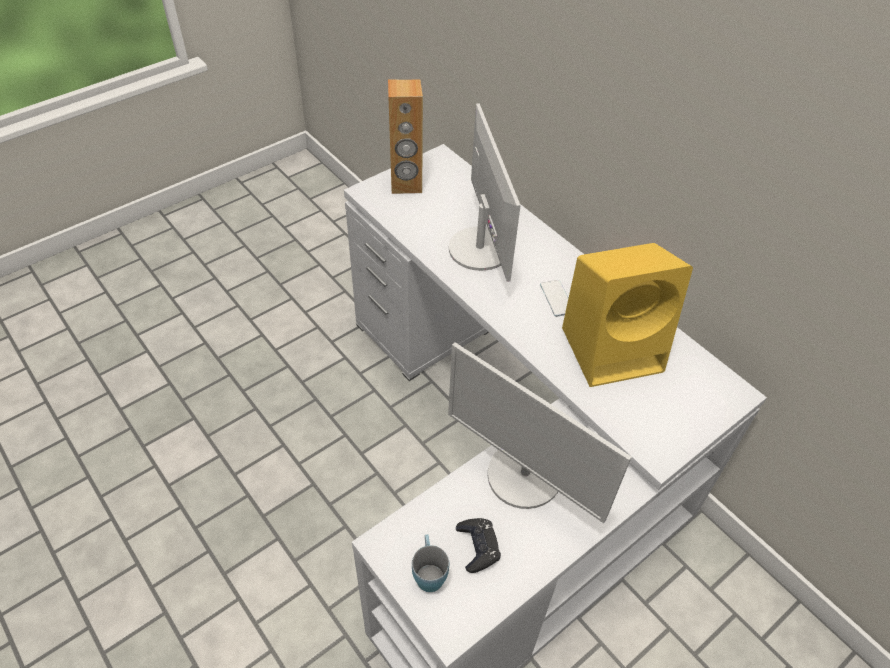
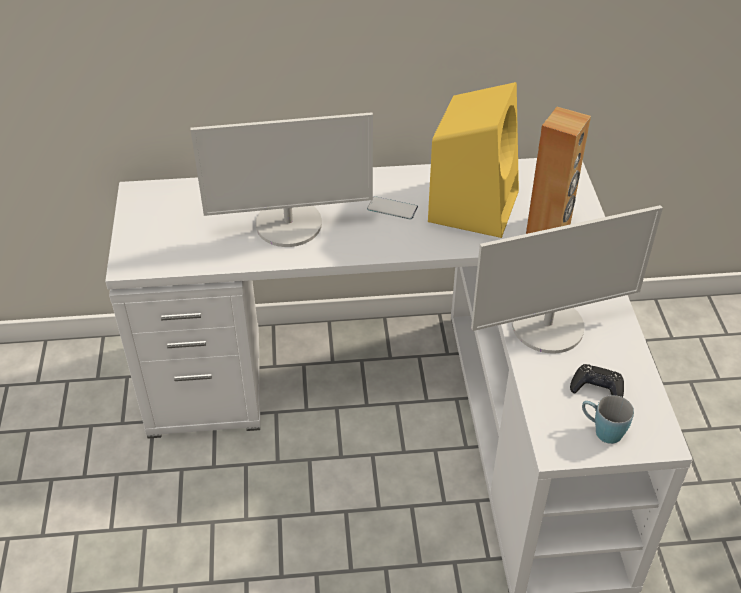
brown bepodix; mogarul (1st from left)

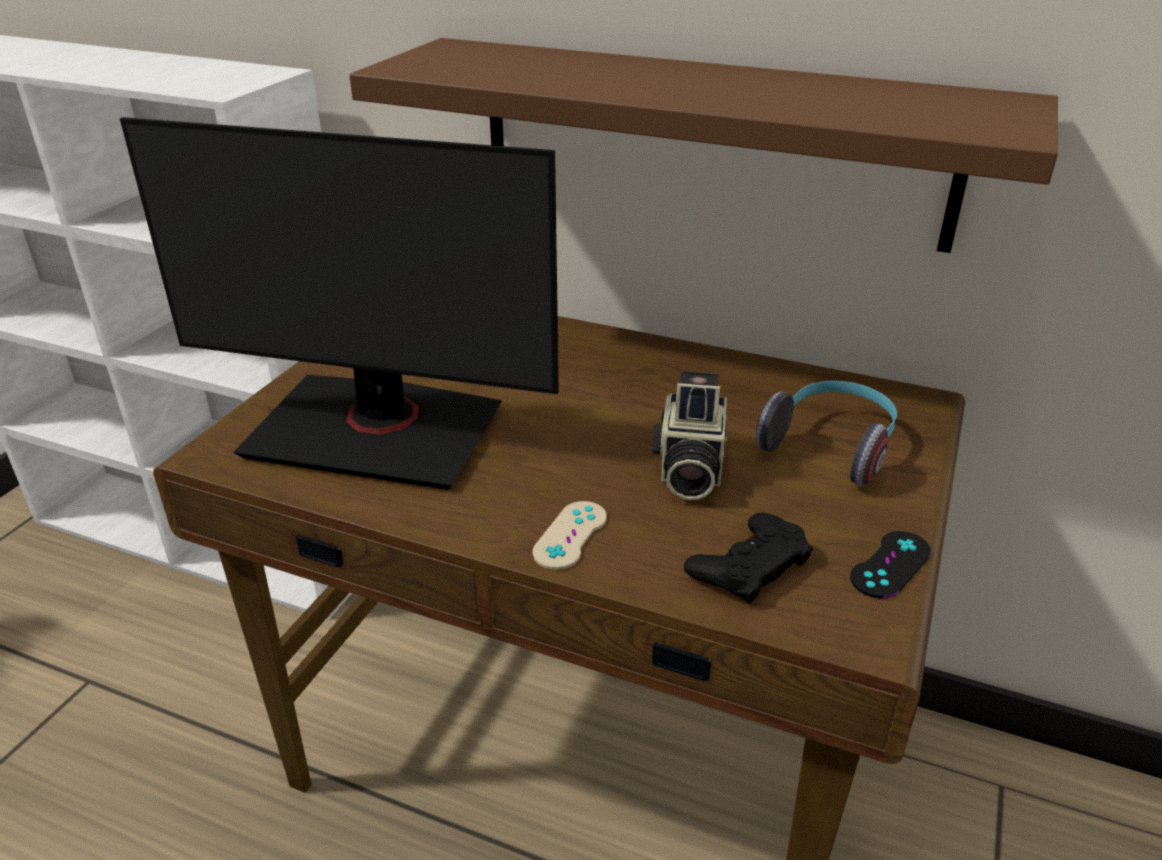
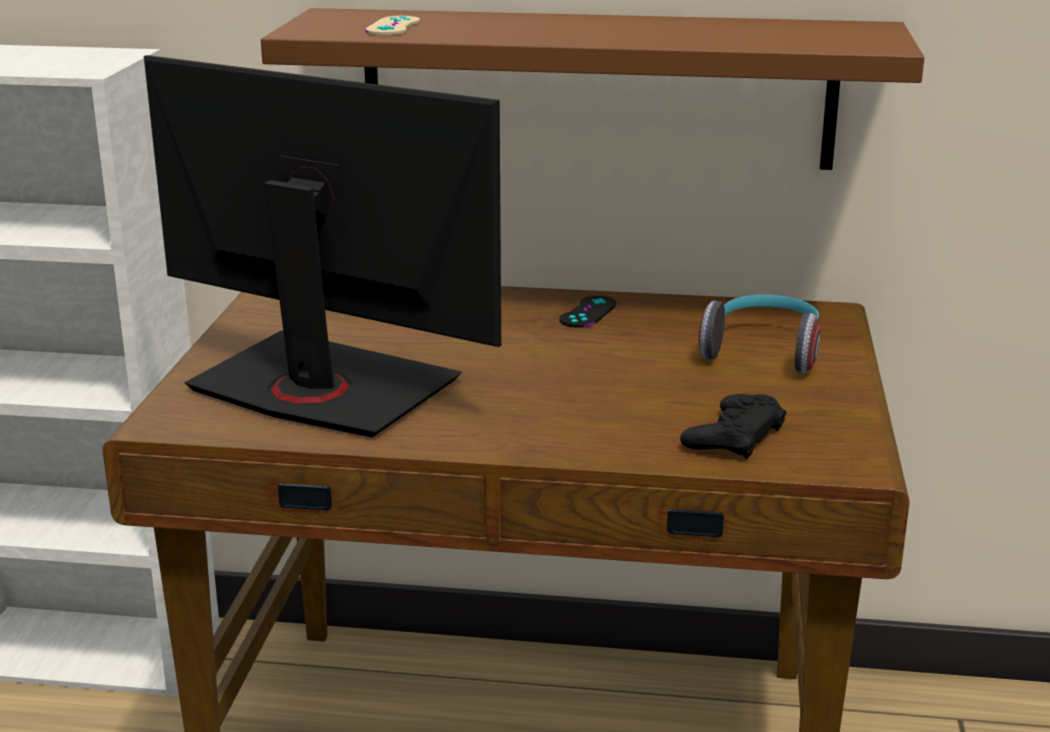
mogarul; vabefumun; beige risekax; black risekax (1st from left)

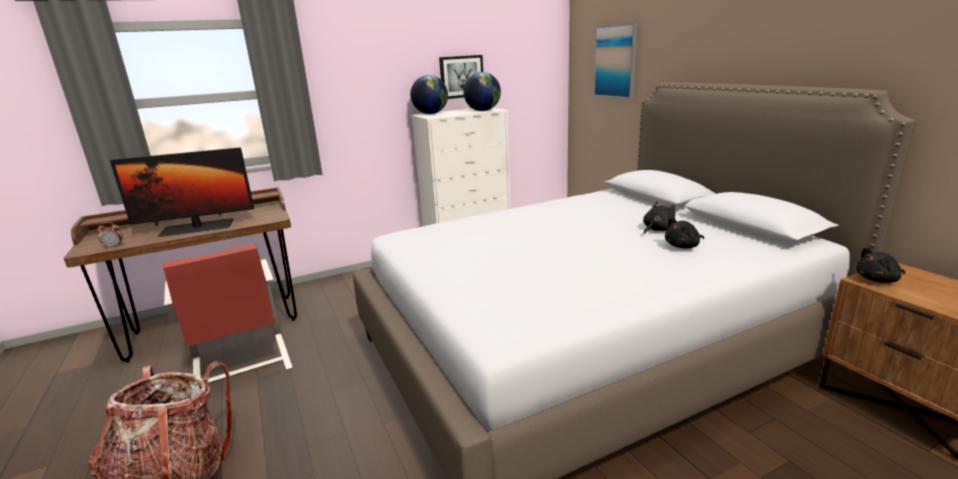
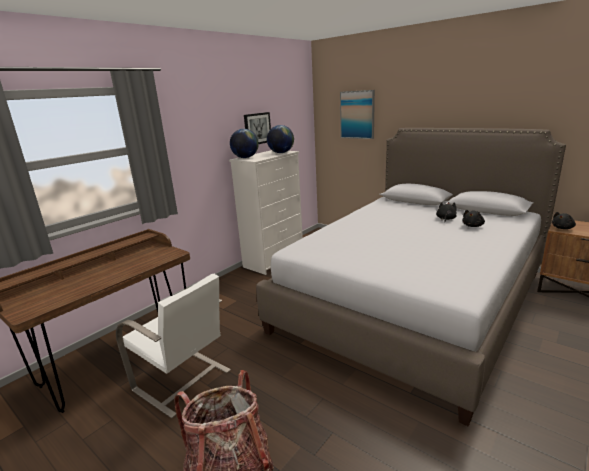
mogarul; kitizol; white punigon

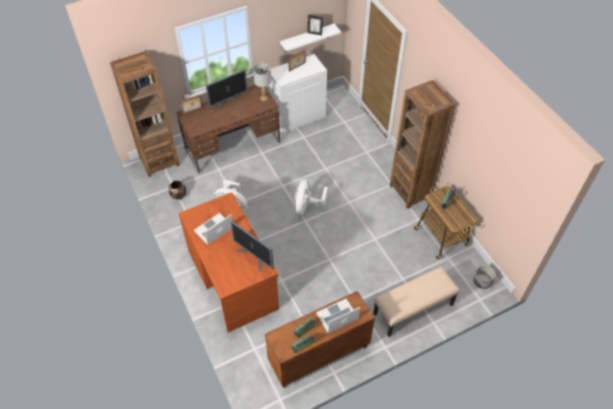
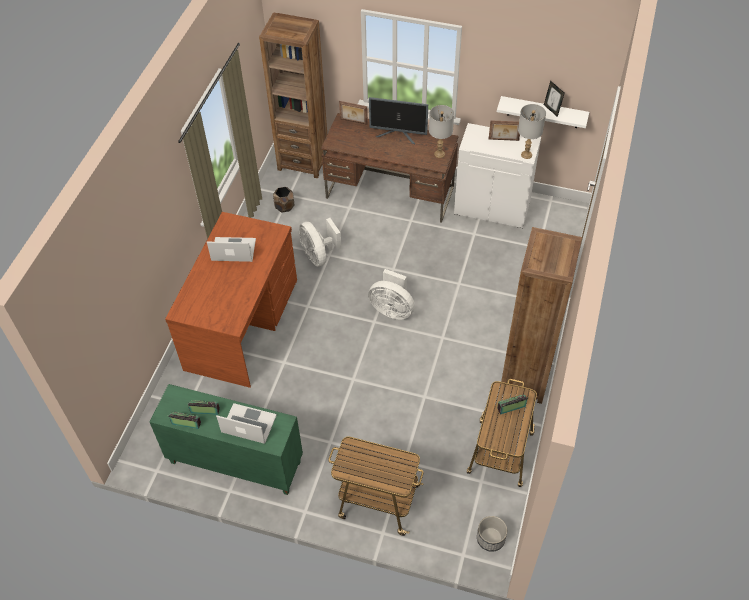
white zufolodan (2nd from left); mogarul (2nd from left in the first image); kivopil (1st from left); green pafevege; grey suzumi (2nd from left)

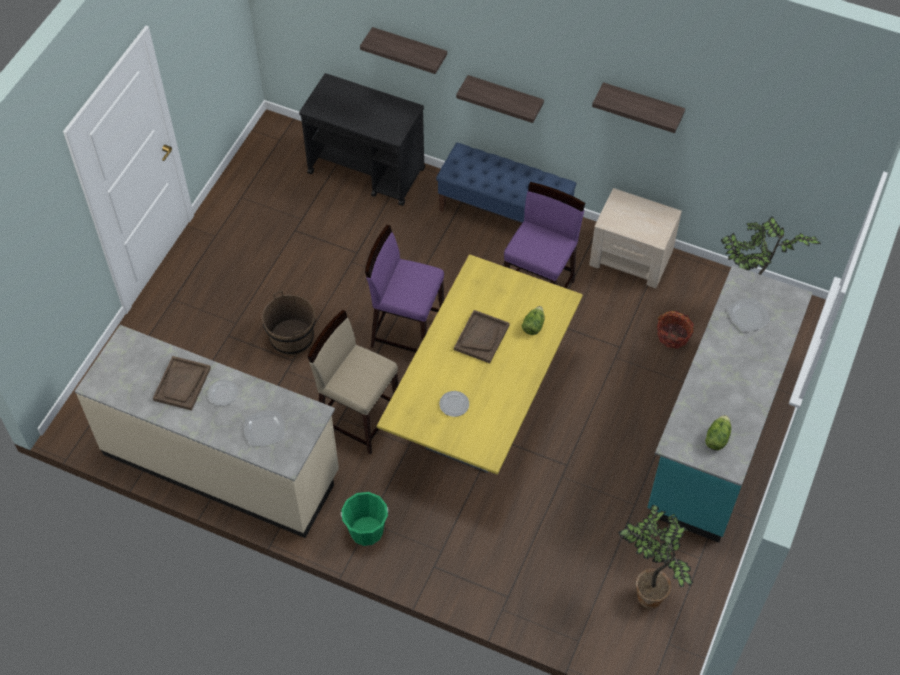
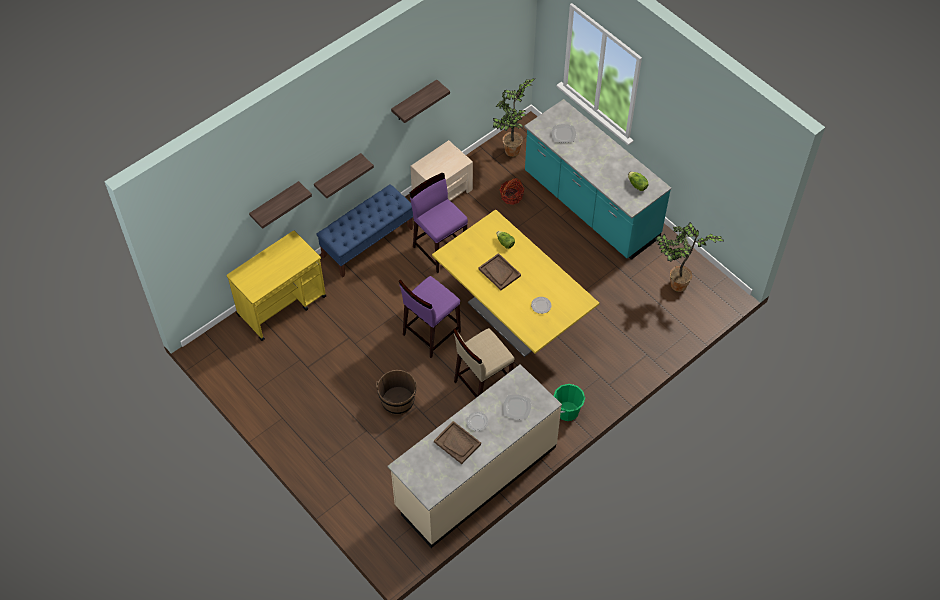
yellow kivopil

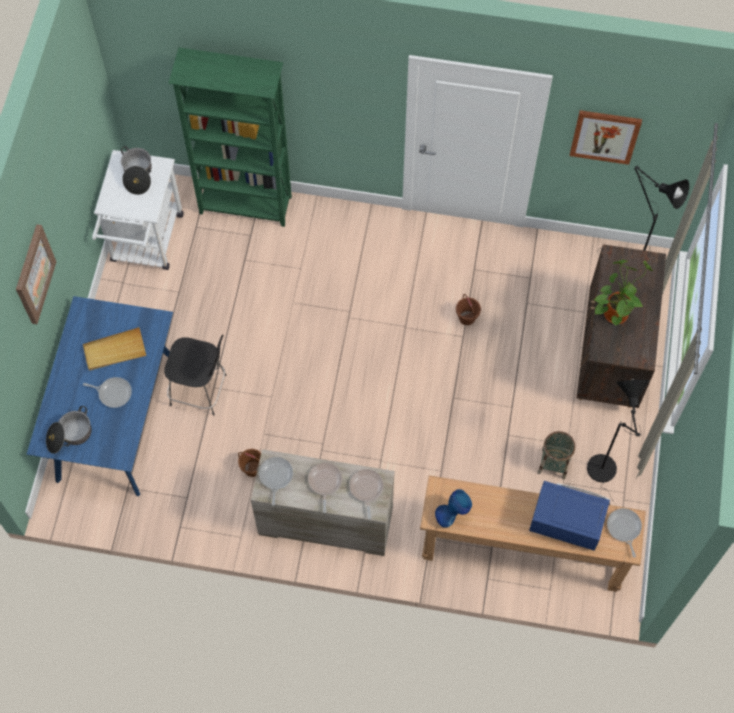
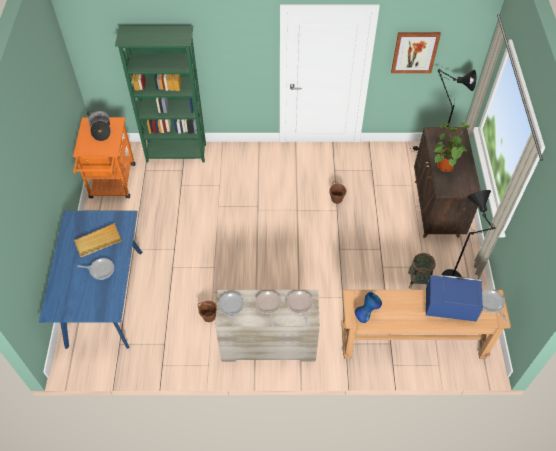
orange kivopil; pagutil (1st from left in the first image); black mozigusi; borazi (1st from left in the first image)

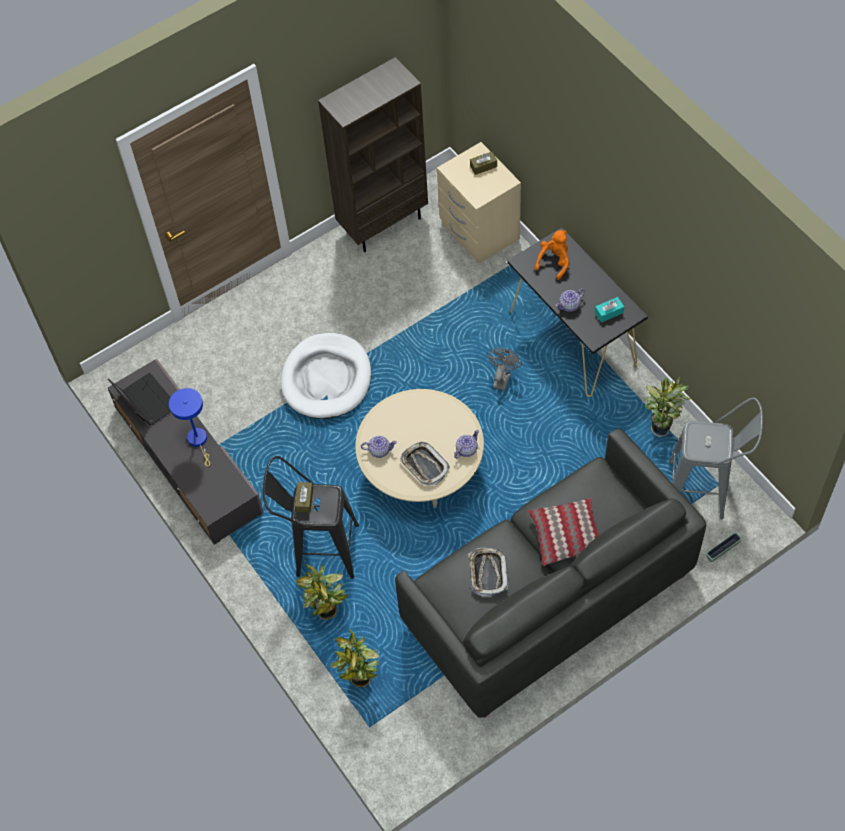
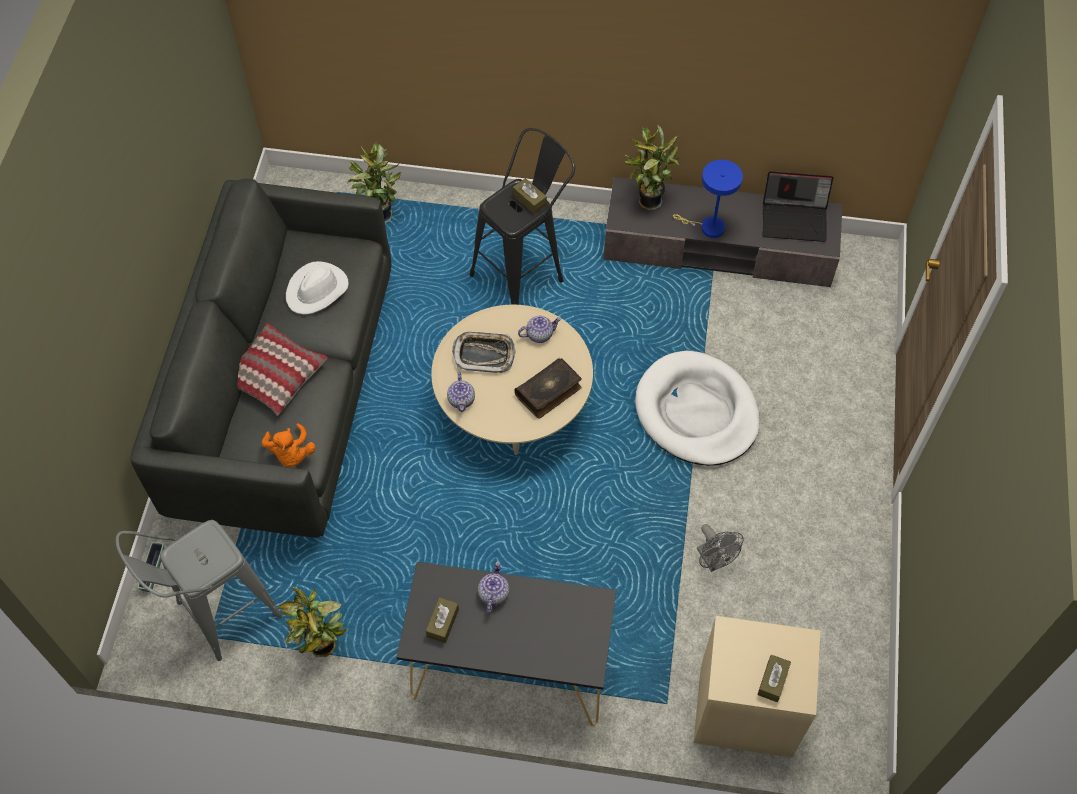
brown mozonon; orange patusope; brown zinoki (1st from left); grey zufolodan; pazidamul (3rd from left); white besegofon; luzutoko (3rd from left); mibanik

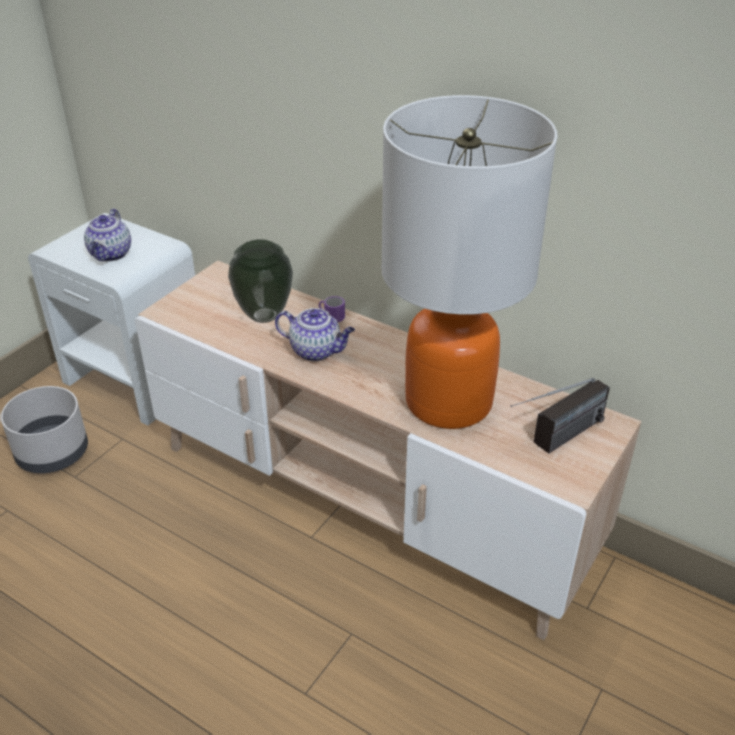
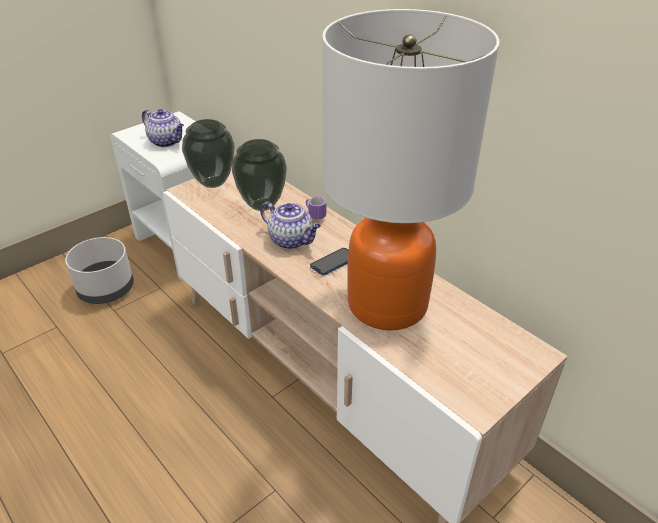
pazidamul (1st from left); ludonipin; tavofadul (1st from left); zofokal

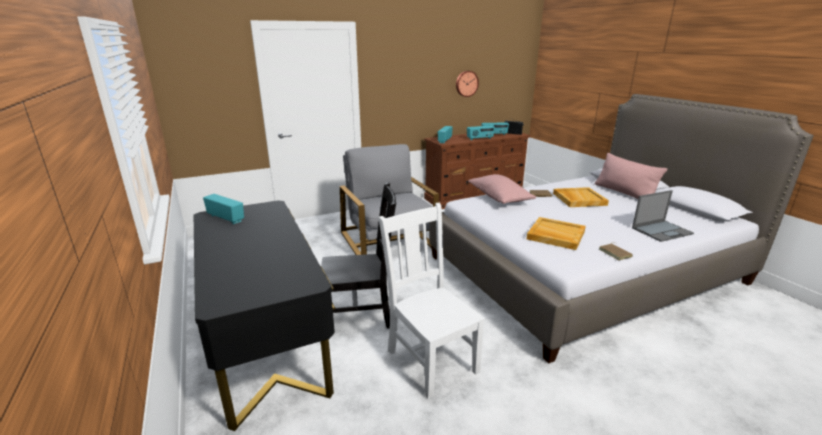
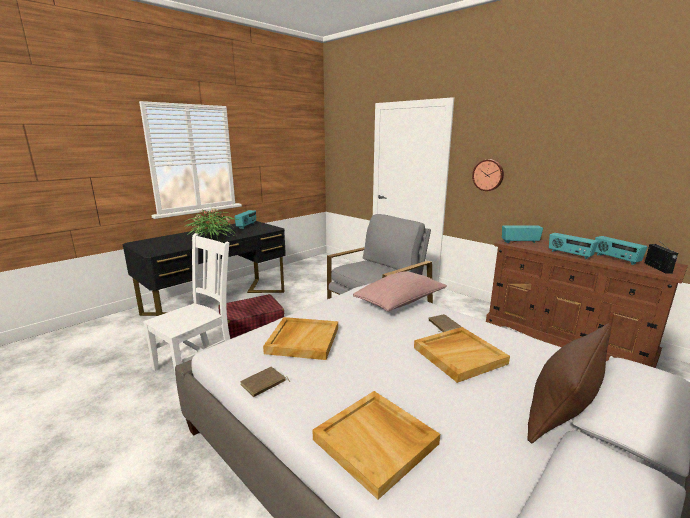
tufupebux; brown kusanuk; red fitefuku; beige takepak (2nd from left); luzutoko

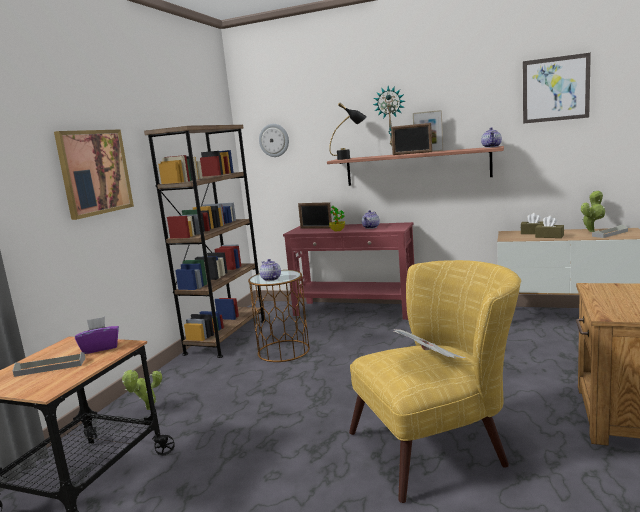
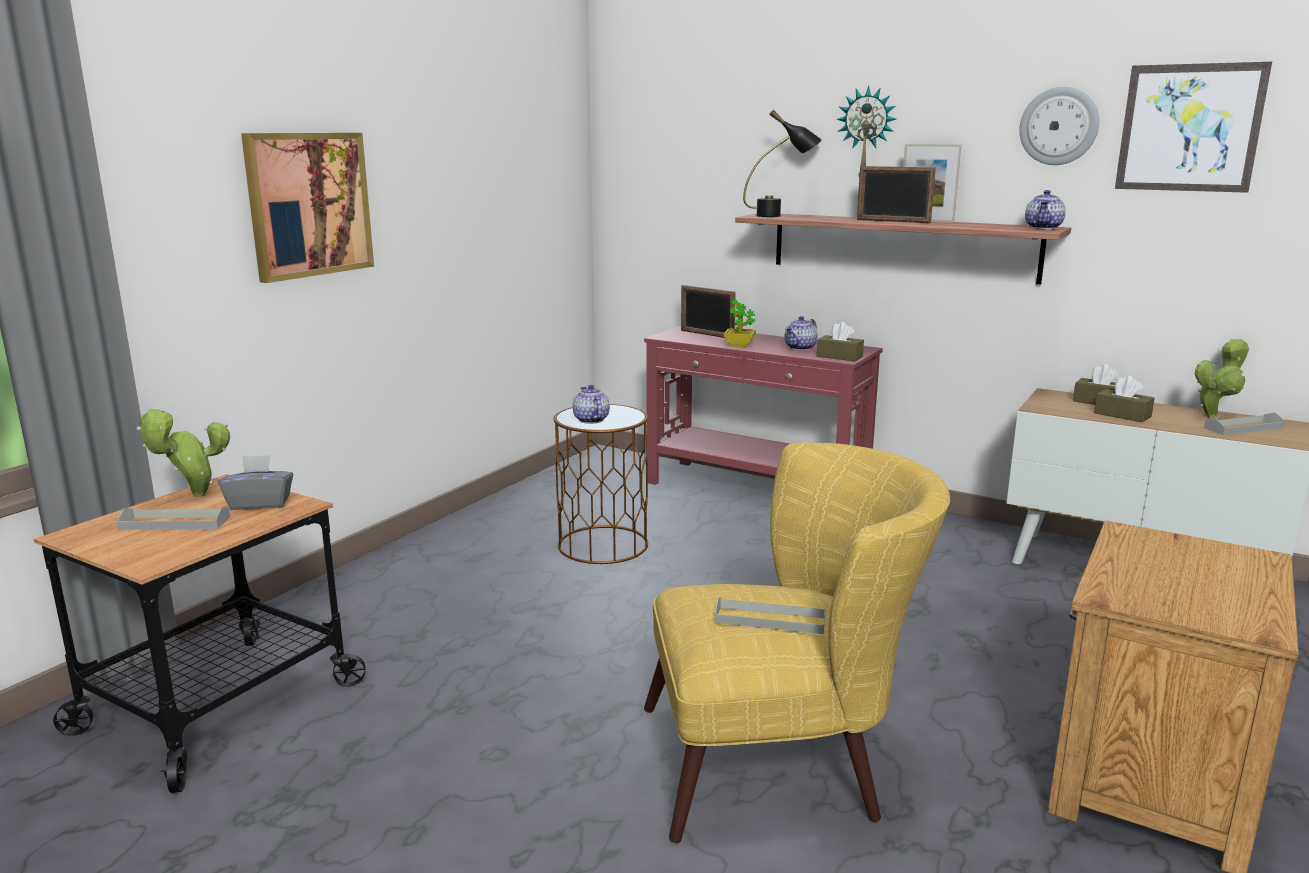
tufupebux (2nd from left); brown mozonon; grey zinoki; grey takepak (2nd from left); luzutoko (1st from left); brown zinoki (1st from left)

